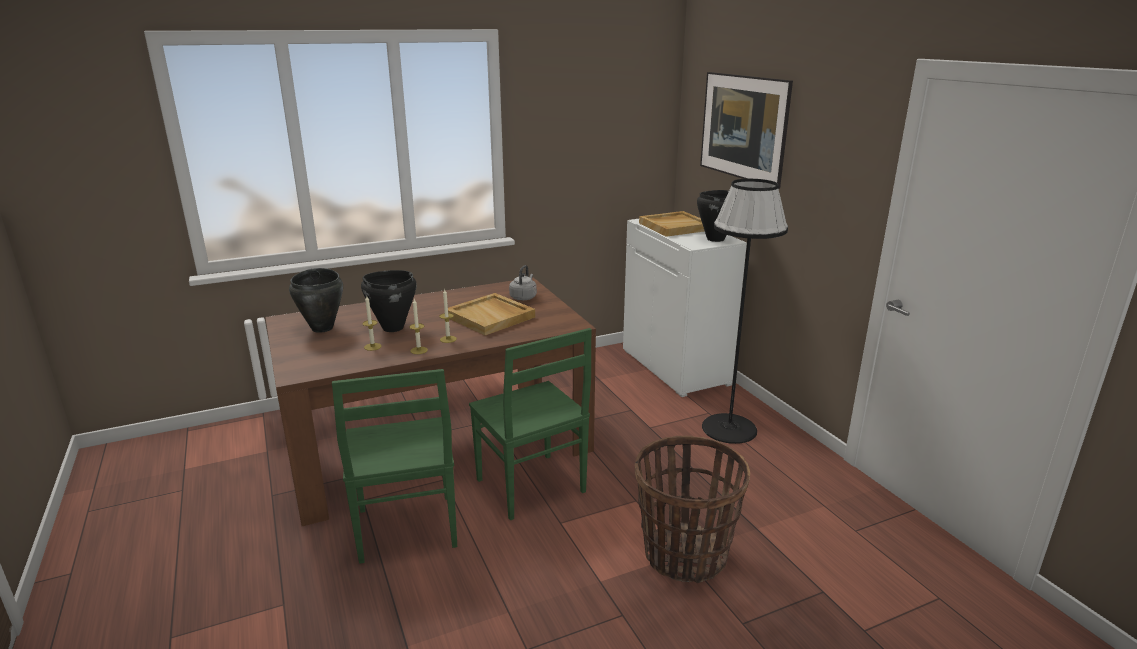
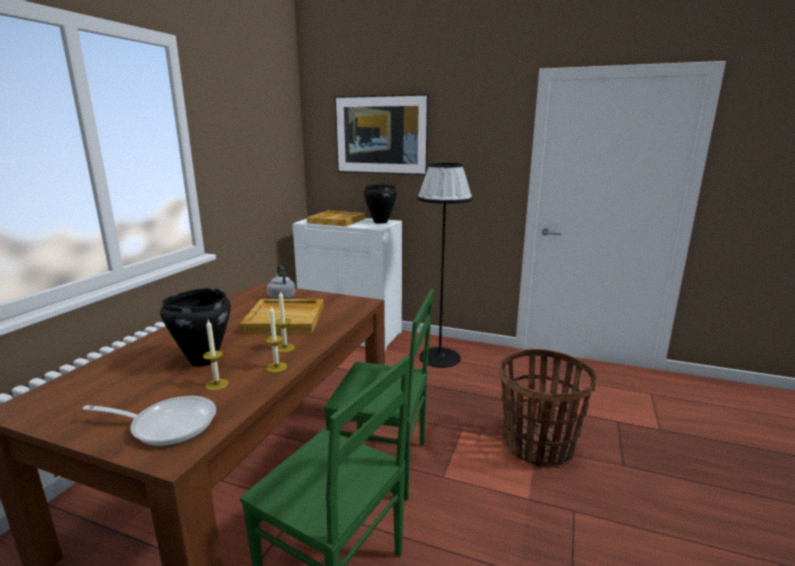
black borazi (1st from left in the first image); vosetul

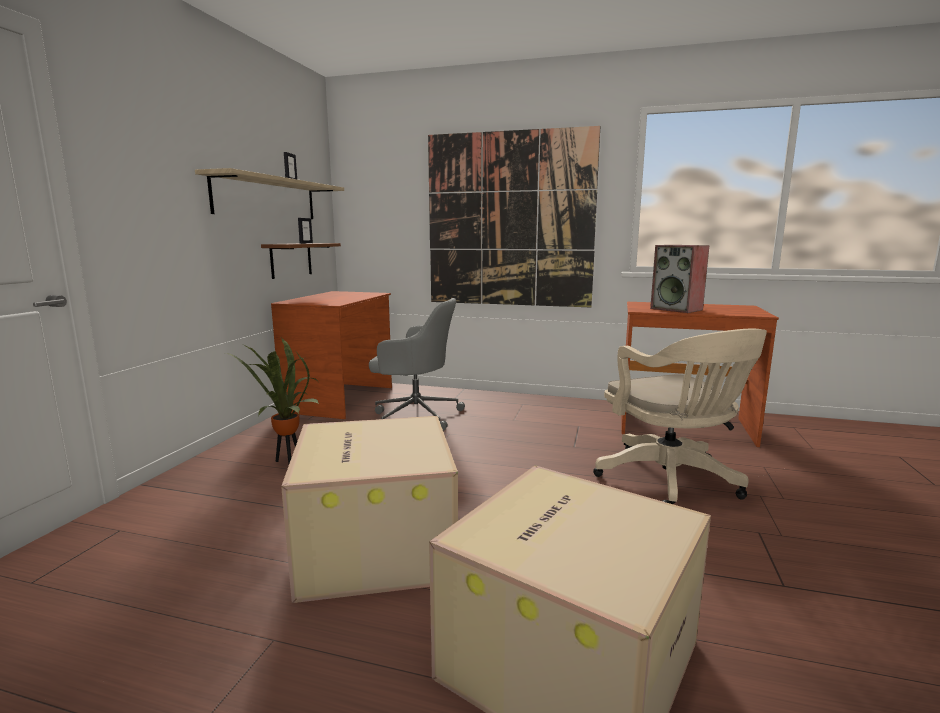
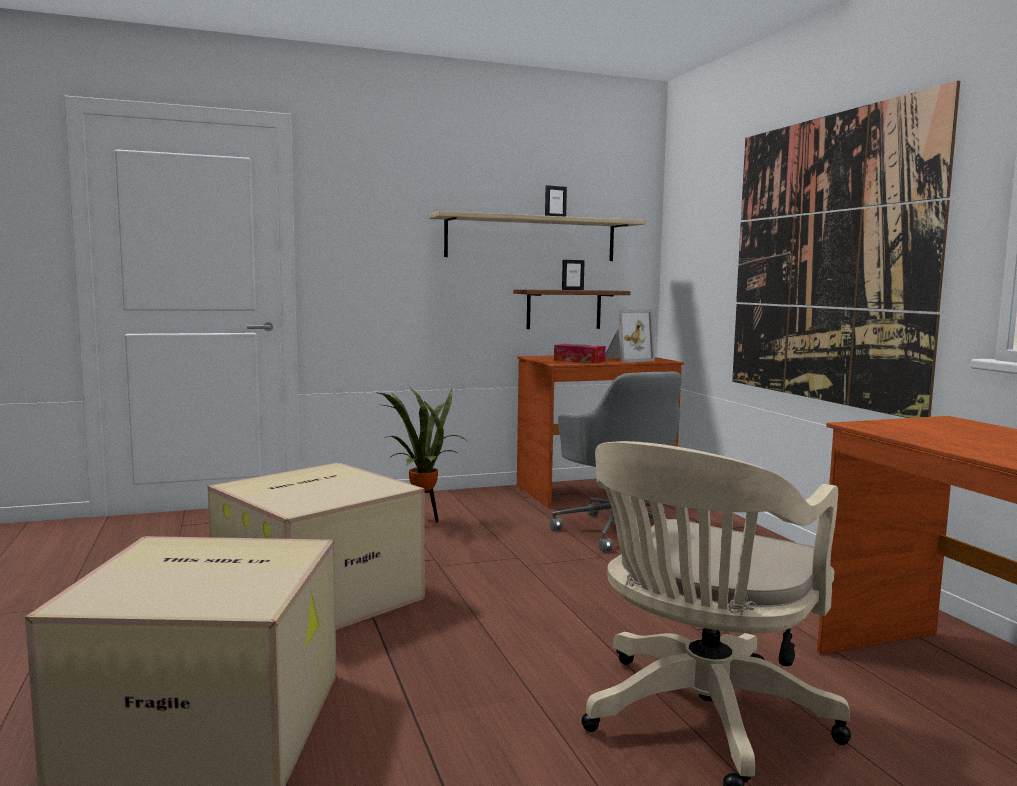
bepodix; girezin (3rd from left); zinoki

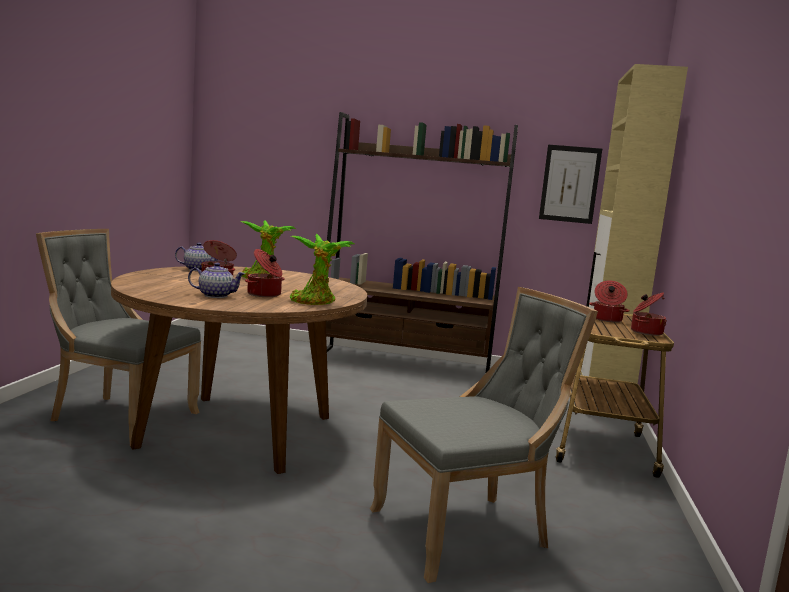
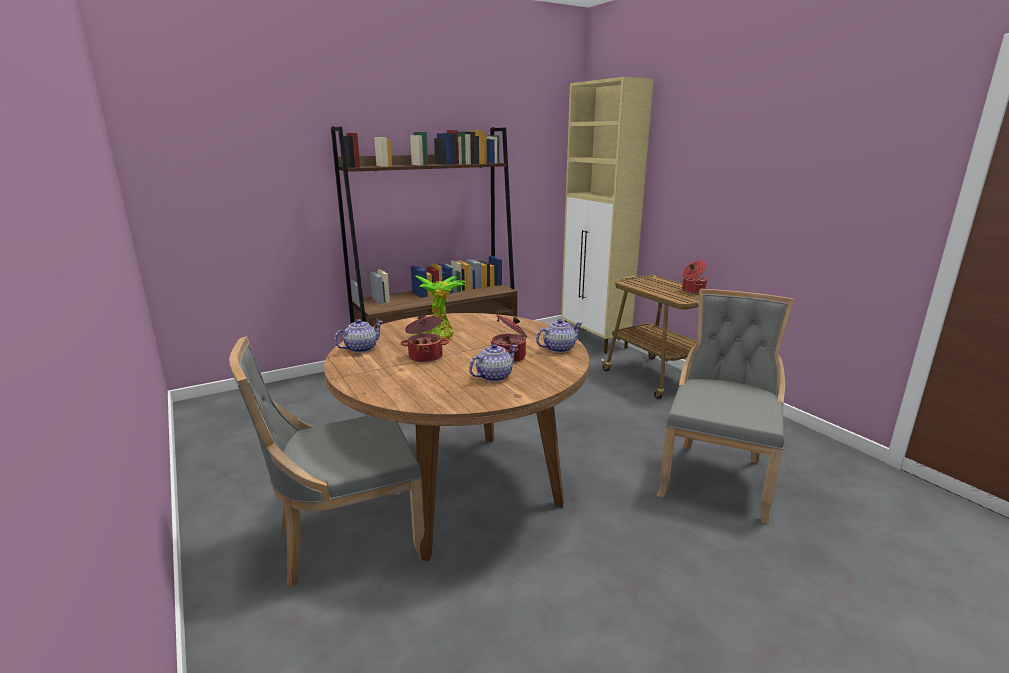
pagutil; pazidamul (3rd from left); borazi (3rd from left in the first image)

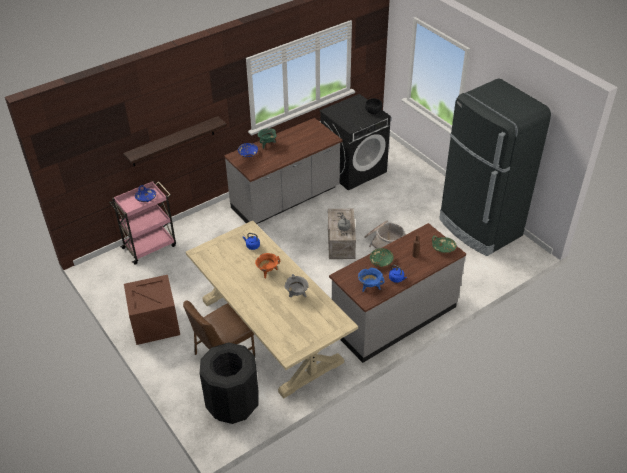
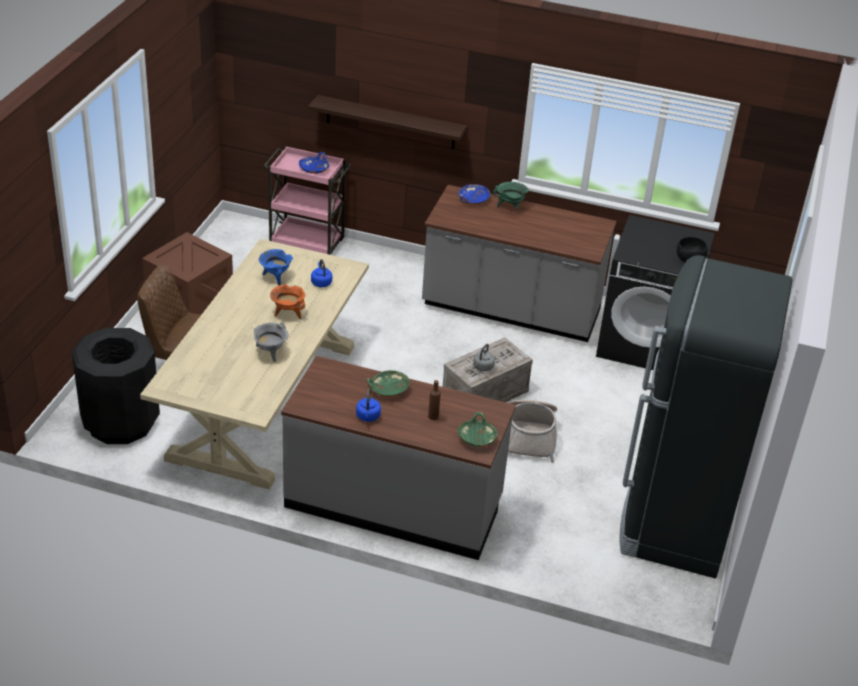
blue borazi

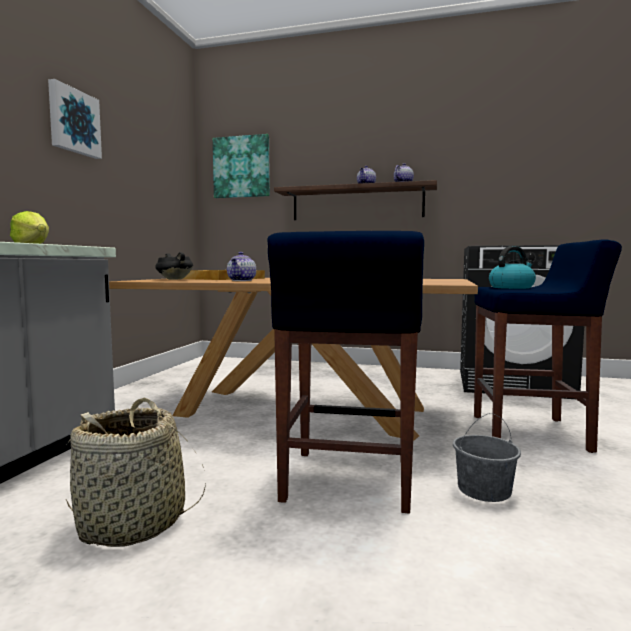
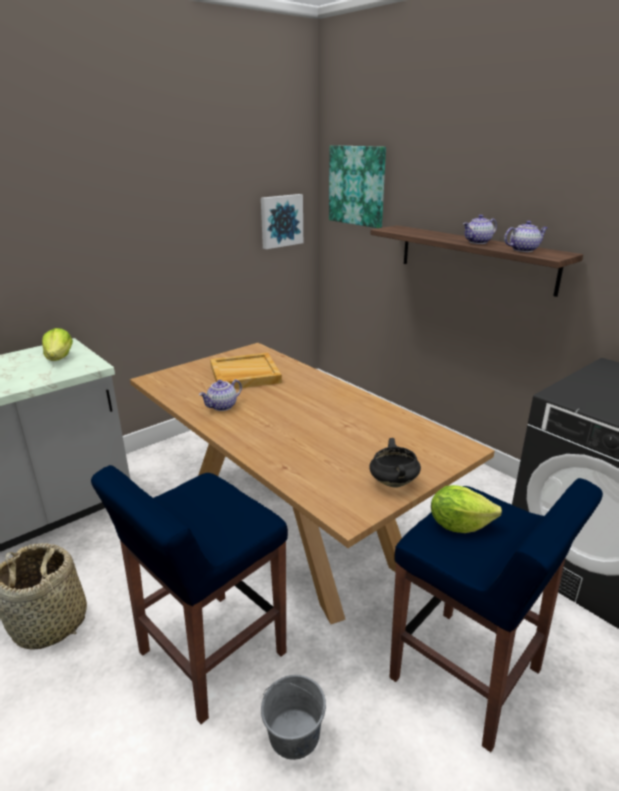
pagutil (1st from left); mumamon (2nd from left); black borazi

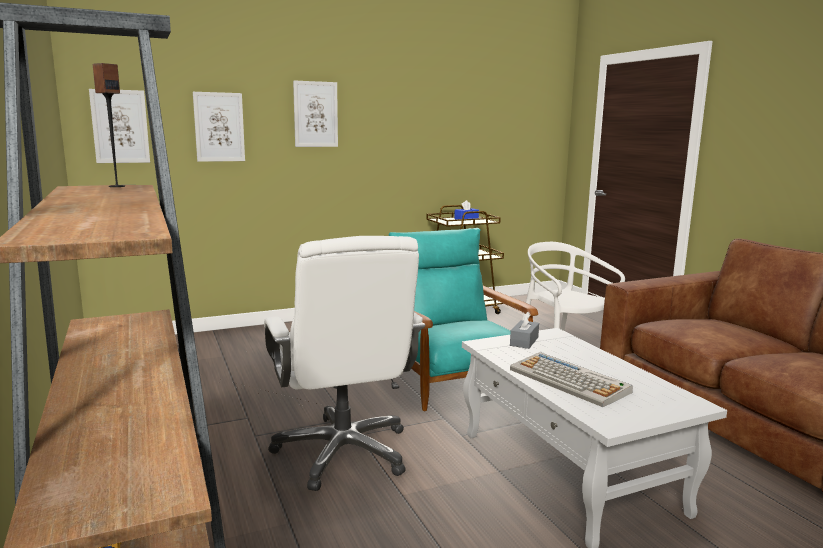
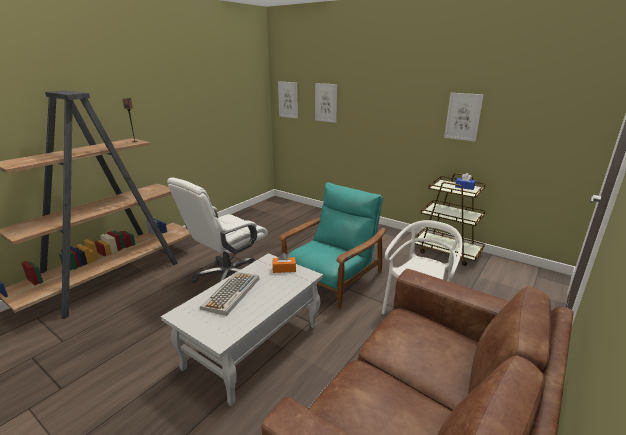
pagutil (3rd from left); orange zinoki

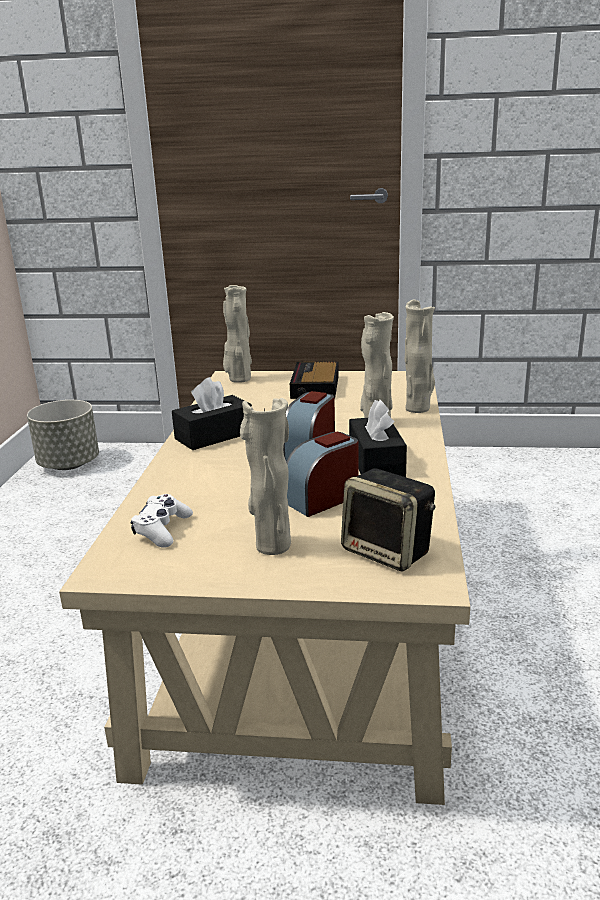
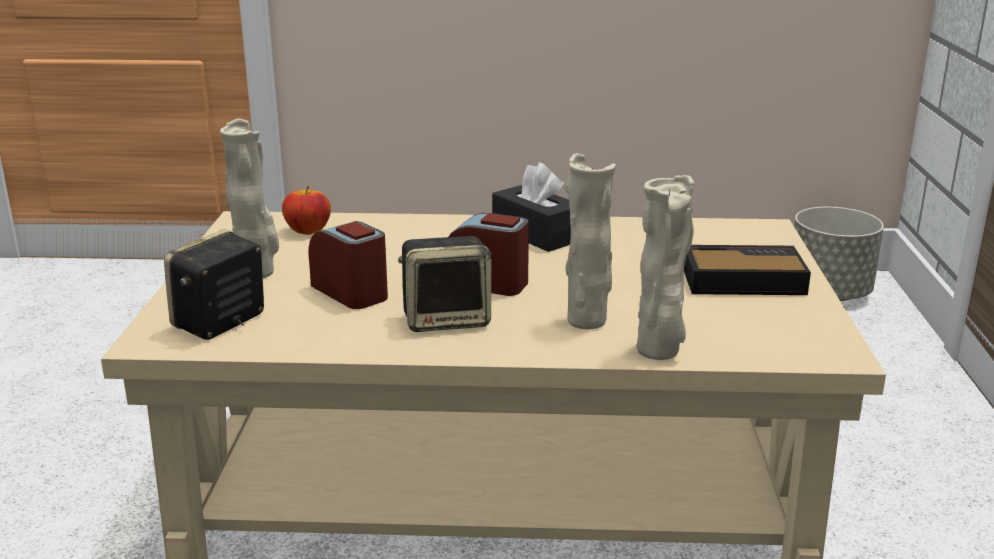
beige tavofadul (1st from left in the first image); bepodix (2nd from left); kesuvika

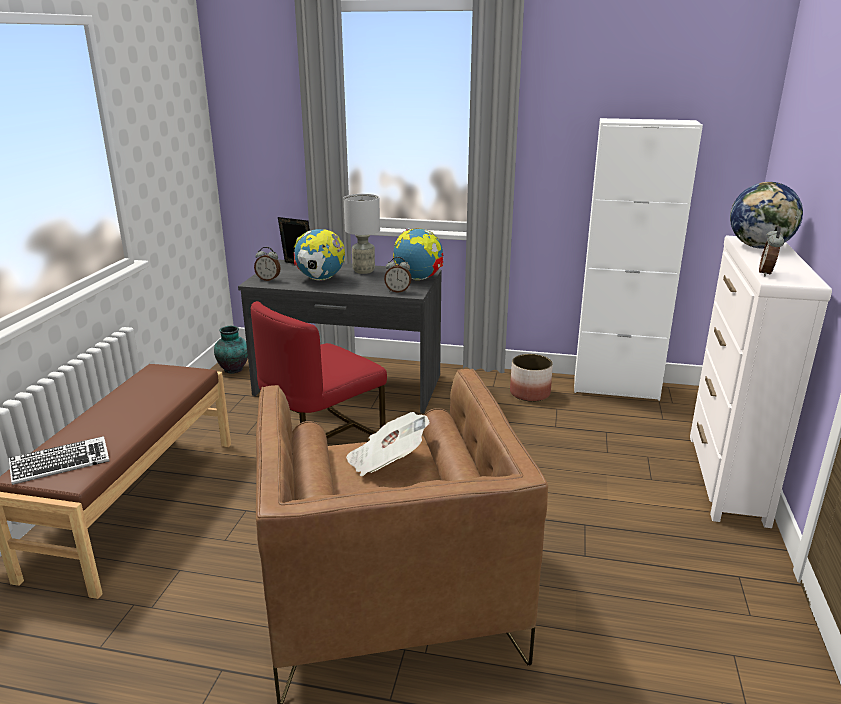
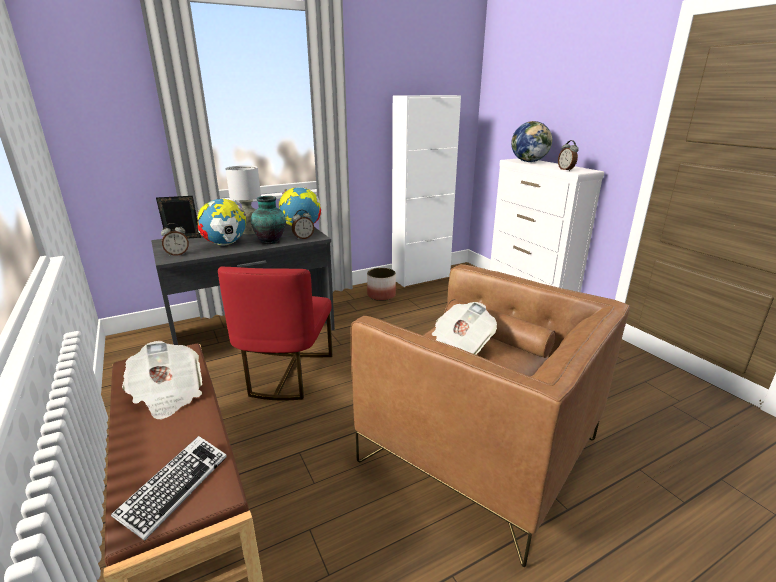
tavofadul; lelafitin (1st from left)

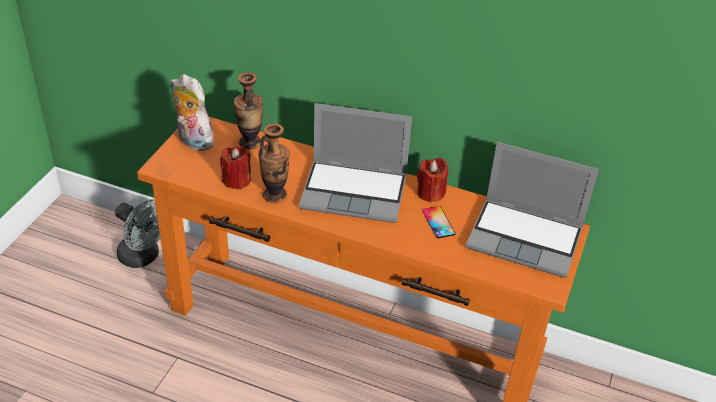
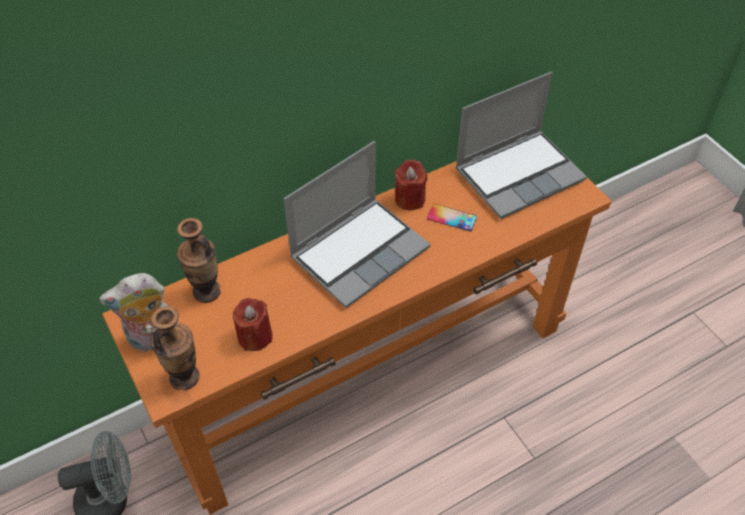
tavofadul (1st from left)

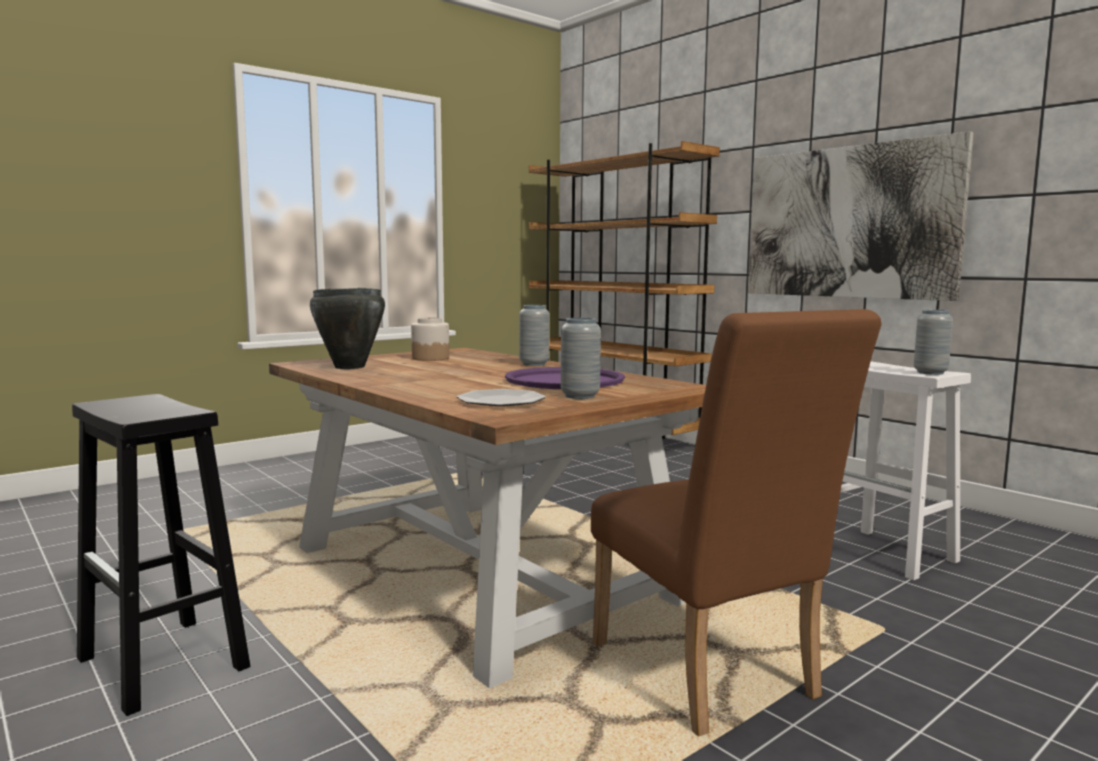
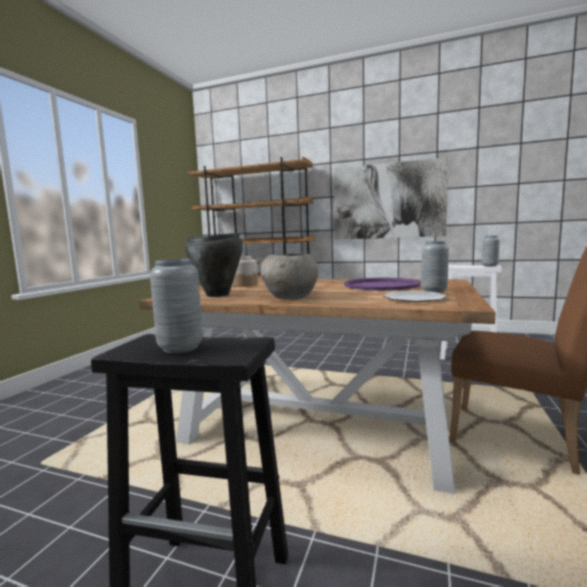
grey tavofadul (1st from left); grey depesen

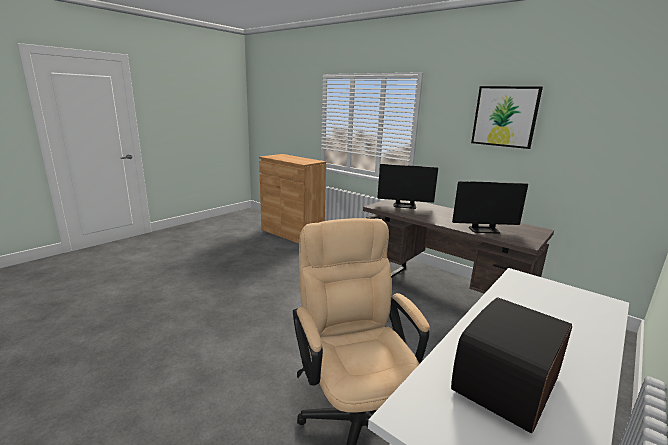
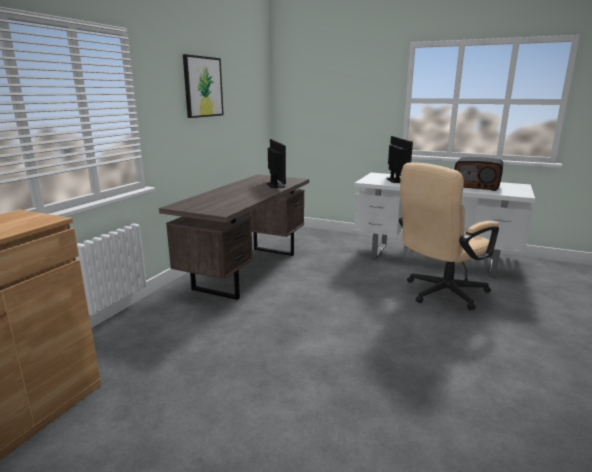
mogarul (2nd from left)

